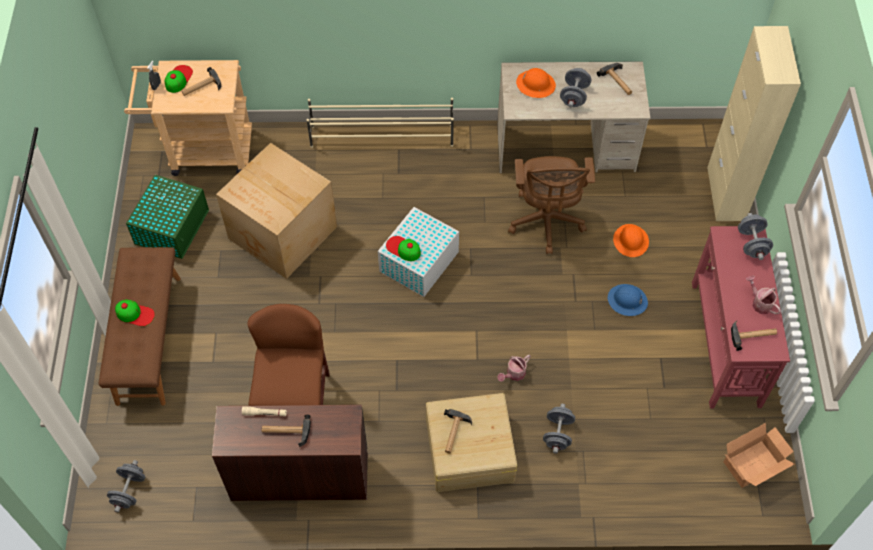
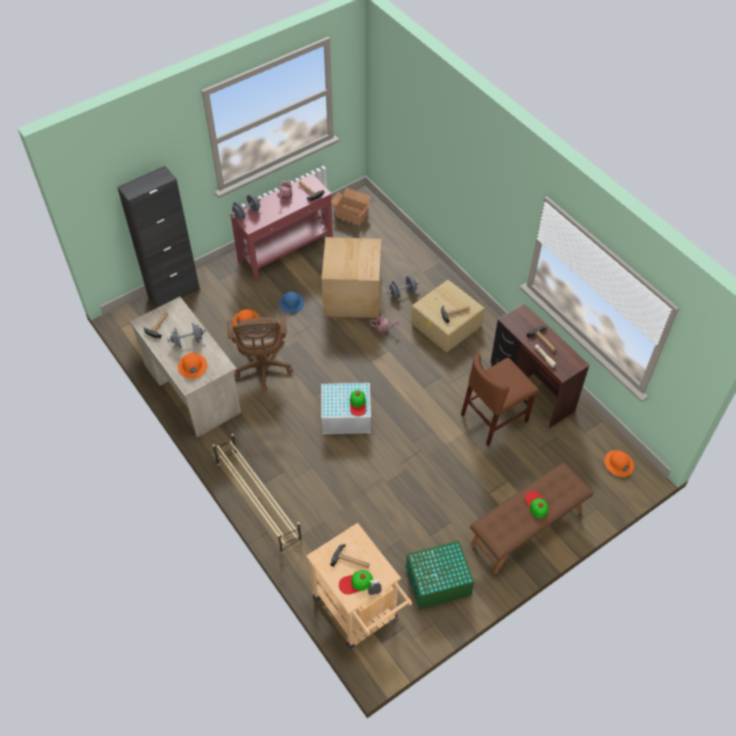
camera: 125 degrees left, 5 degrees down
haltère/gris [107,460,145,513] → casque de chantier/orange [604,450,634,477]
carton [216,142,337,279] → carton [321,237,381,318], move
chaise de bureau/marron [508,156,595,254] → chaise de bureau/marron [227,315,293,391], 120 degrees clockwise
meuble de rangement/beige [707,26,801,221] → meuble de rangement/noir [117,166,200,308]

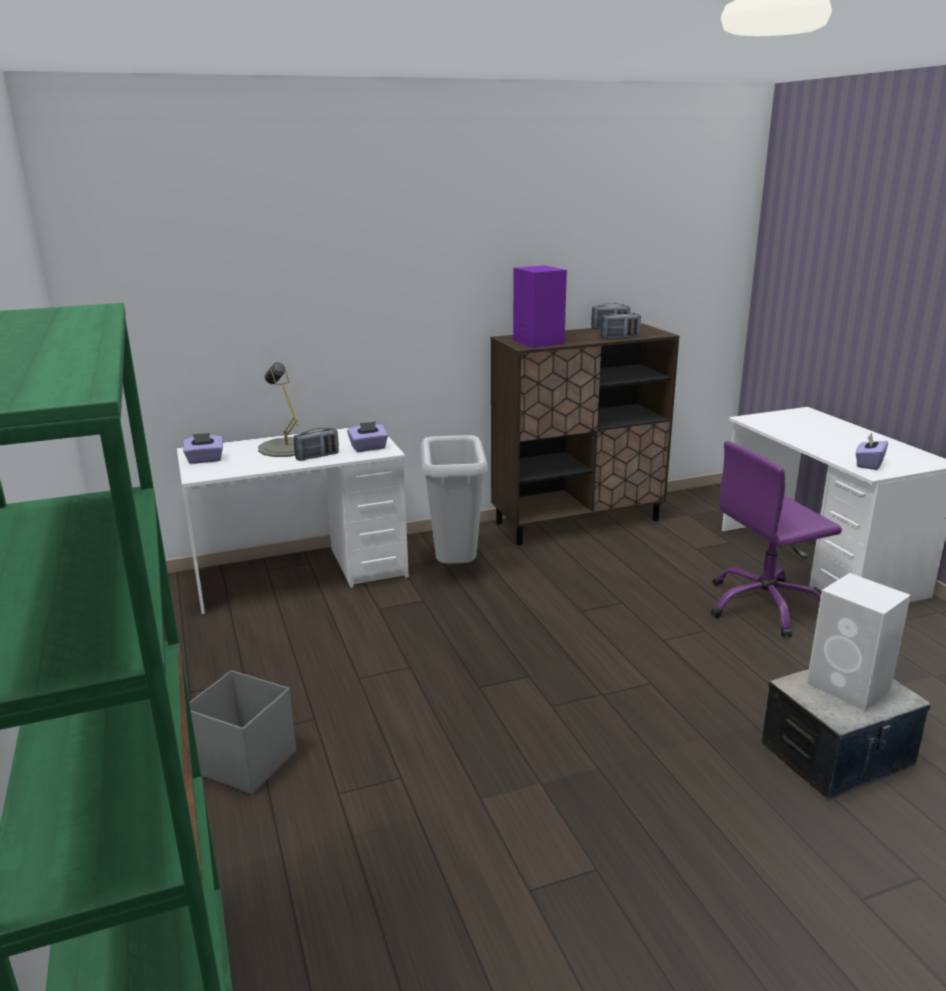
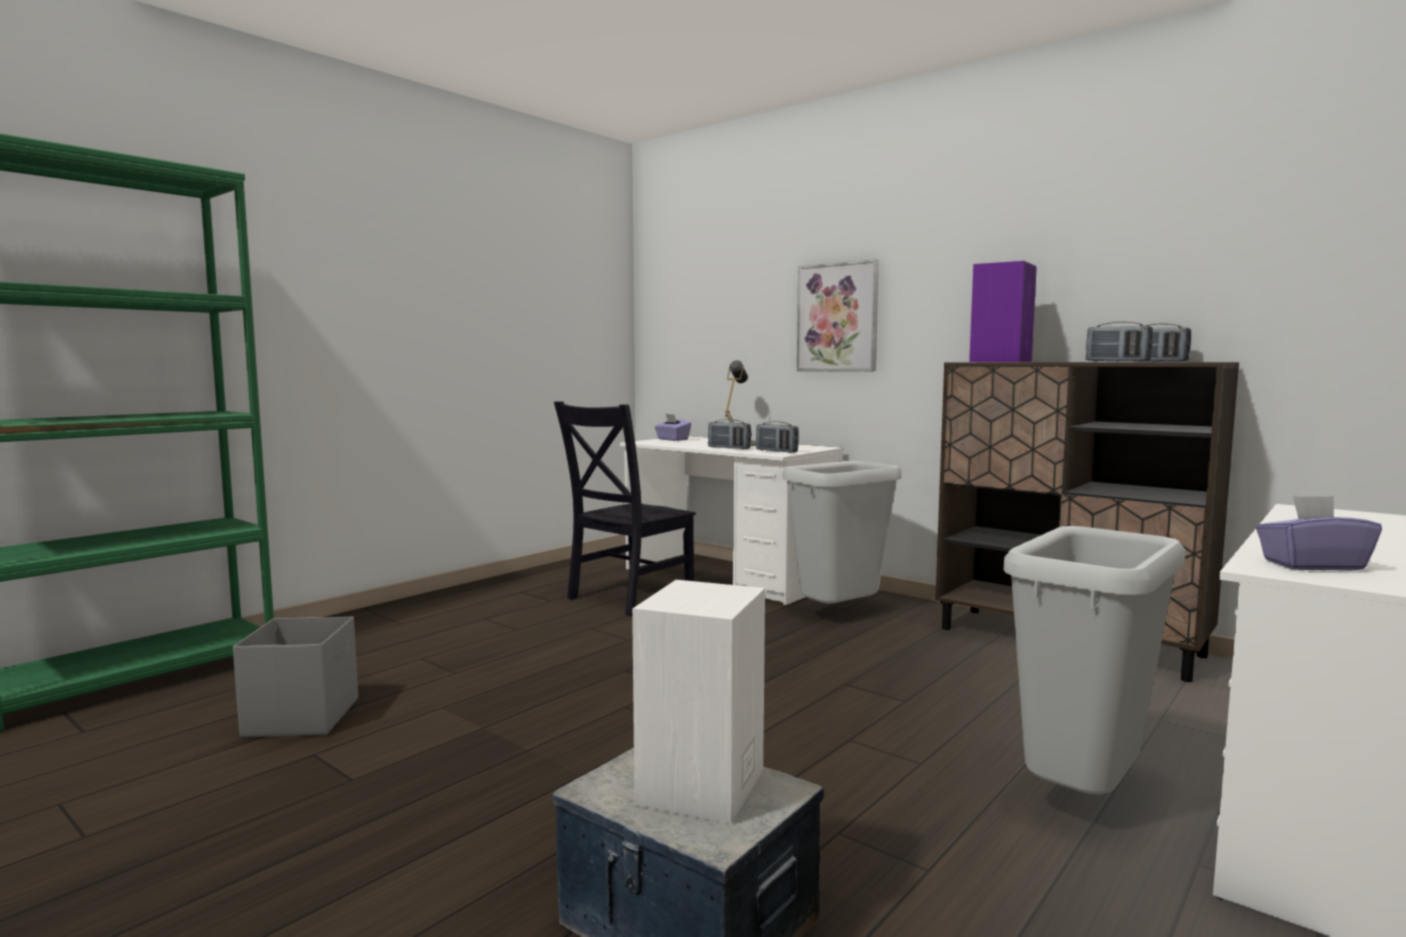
camera: 60 degrees right, 15 degrees down
boîte de rangement/gris [189,670,296,795] → boîte de rangement/gris [233,616,358,738], move
boîte à mouchoirs/violet [347,421,388,452] → radio [756,421,799,453]
chaise de bureau/violet [711,441,842,637] → poubelle/gris [1003,526,1186,795]
- → chaise/noir [554,402,696,616]
- → tableau [797,260,879,372]

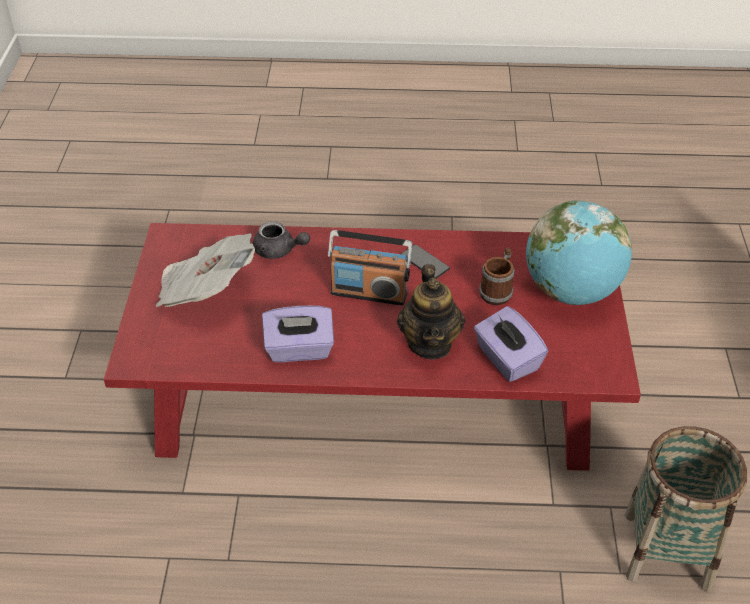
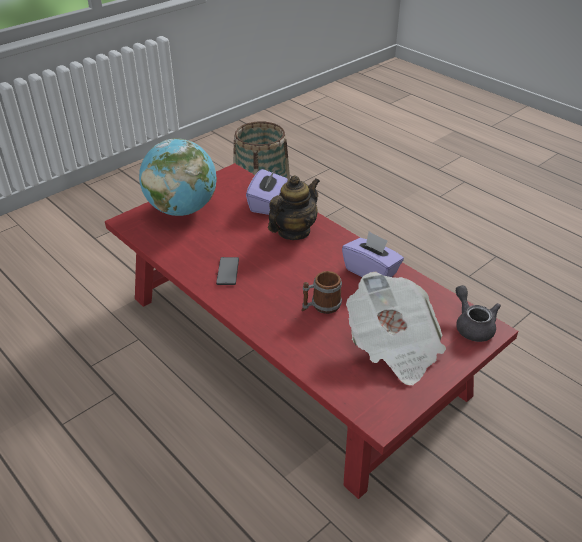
camera: 135 degrees left, 5 degrees down
théière/gris [253,221,310,259] → théière/gris [456,285,501,342], move
radio [328,230,412,305] → -
mug [479,248,515,305] → mug [302,271,342,314], move

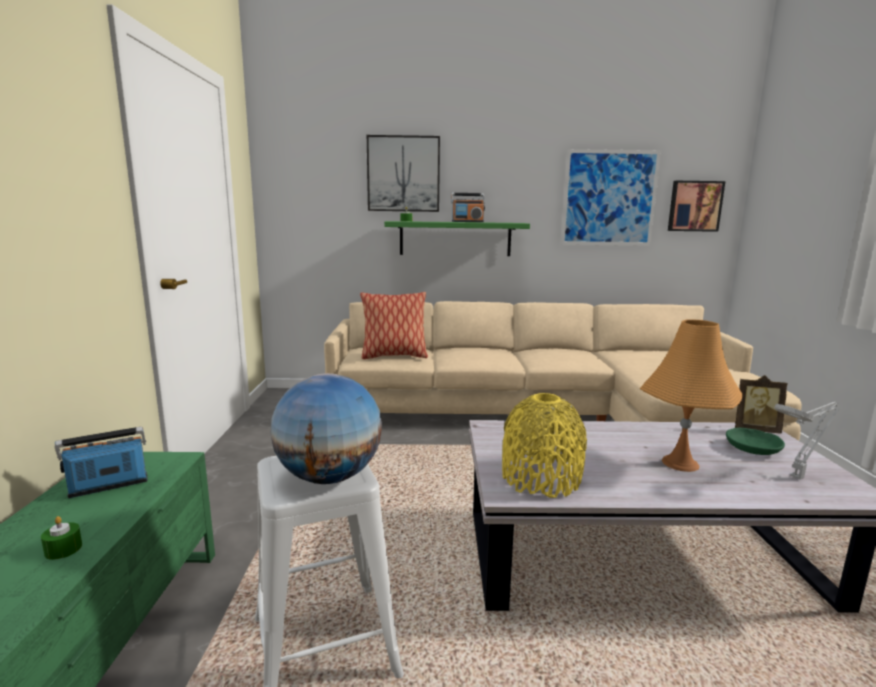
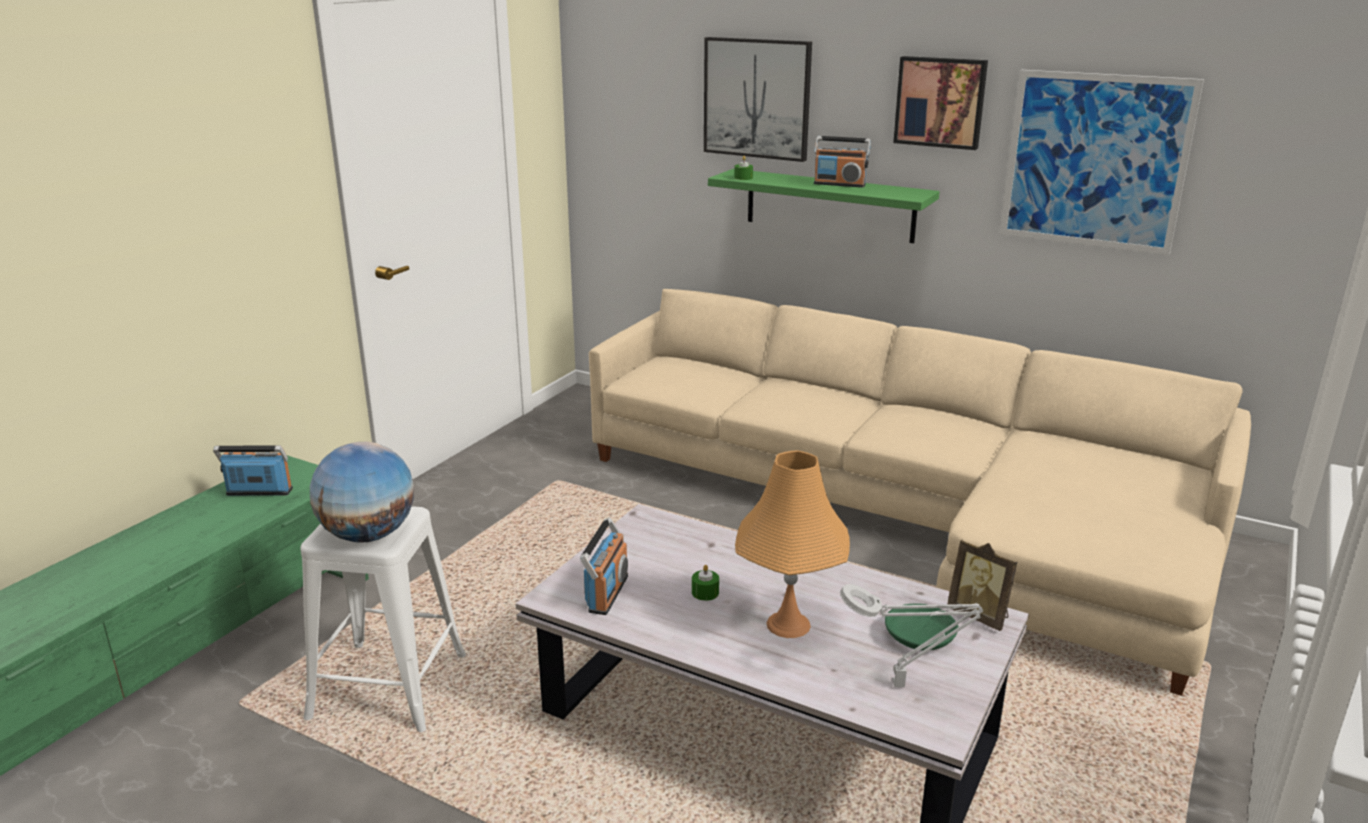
camera: 30 degrees right, 10 degrees up
bougie/vert [41,516,82,560] → bougie/vert [692,565,719,601], move
coussin [360,292,428,359] → -
vase/jaune [502,393,587,498] → radio [580,517,628,615]
tableau [668,181,725,232] → tableau [893,56,988,150], move

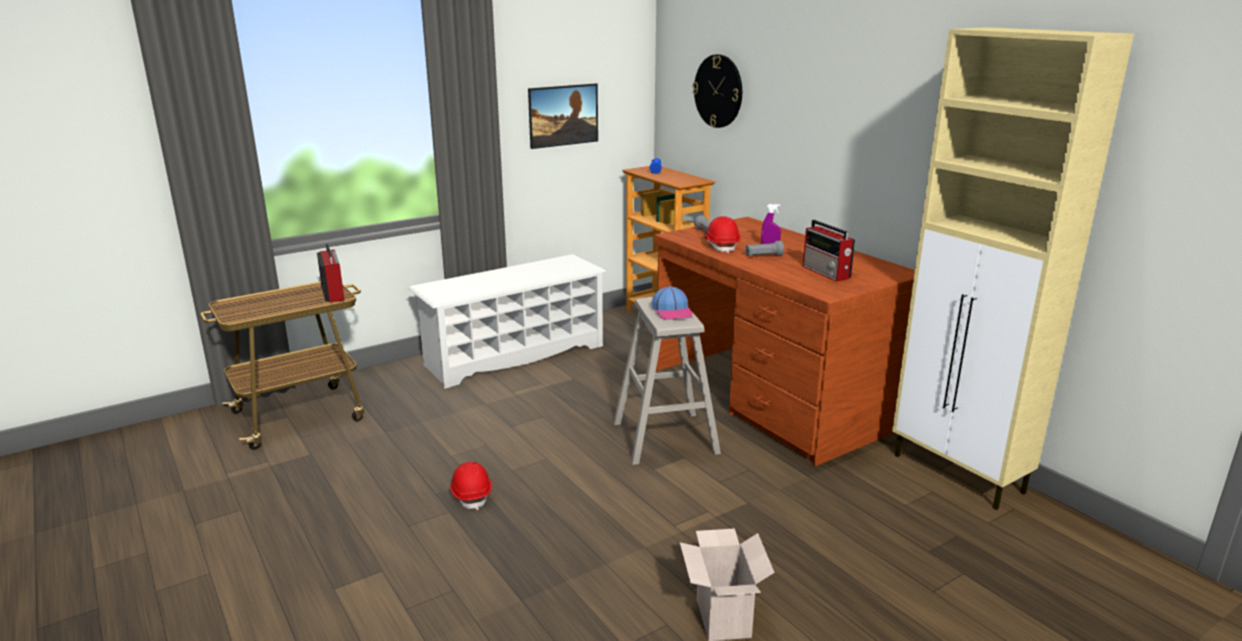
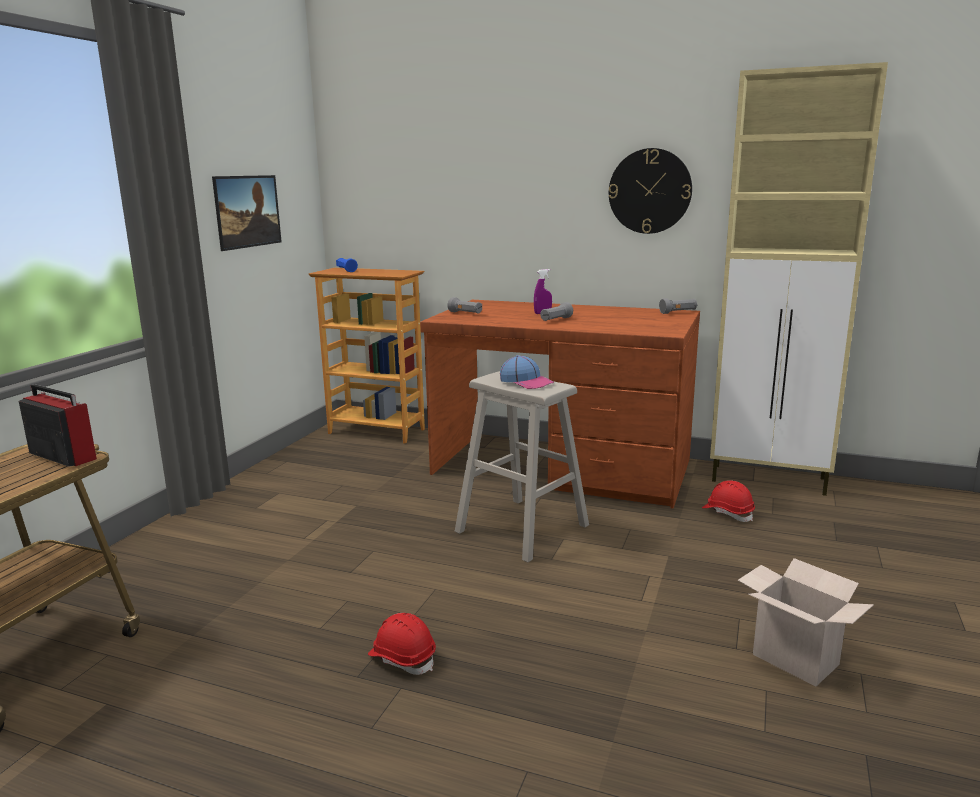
camera: 35 degrees left, 5 degrees down
étagère à chaussures/blanc [408,254,606,389] → -
horloge murale [692,54,742,128] → horloge murale [609,148,692,234], move
casque de chantier/rouge [705,216,741,253] → casque de chantier/rouge [702,480,755,522], move
radio [803,220,855,282] → -
- → lampe de poche/gris [659,298,697,314]

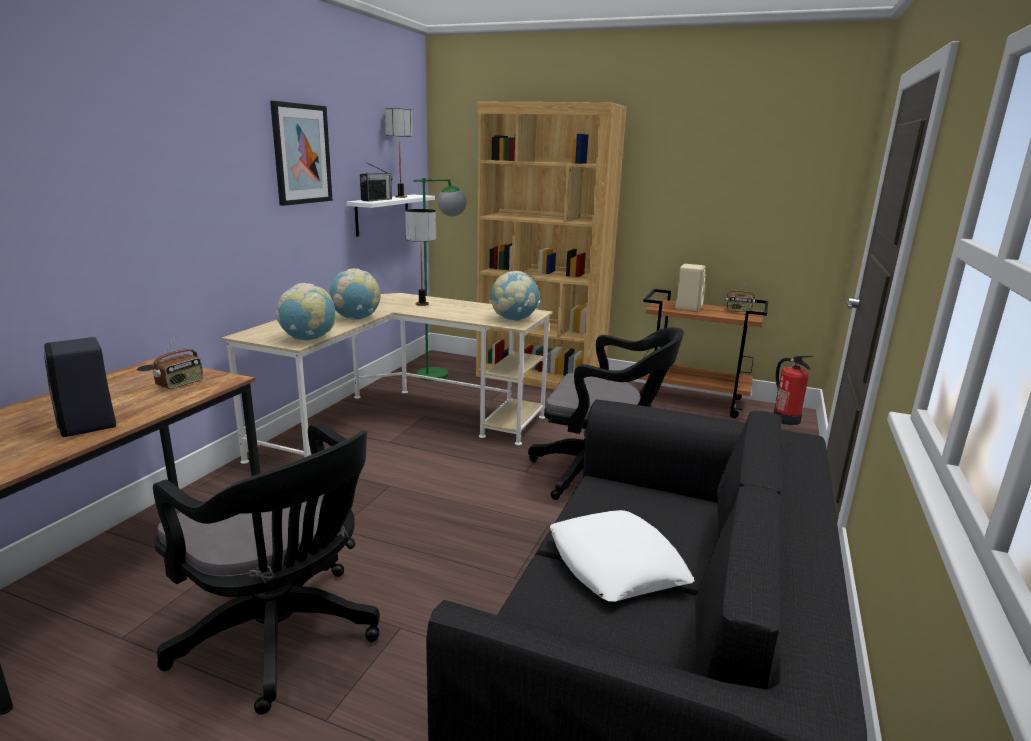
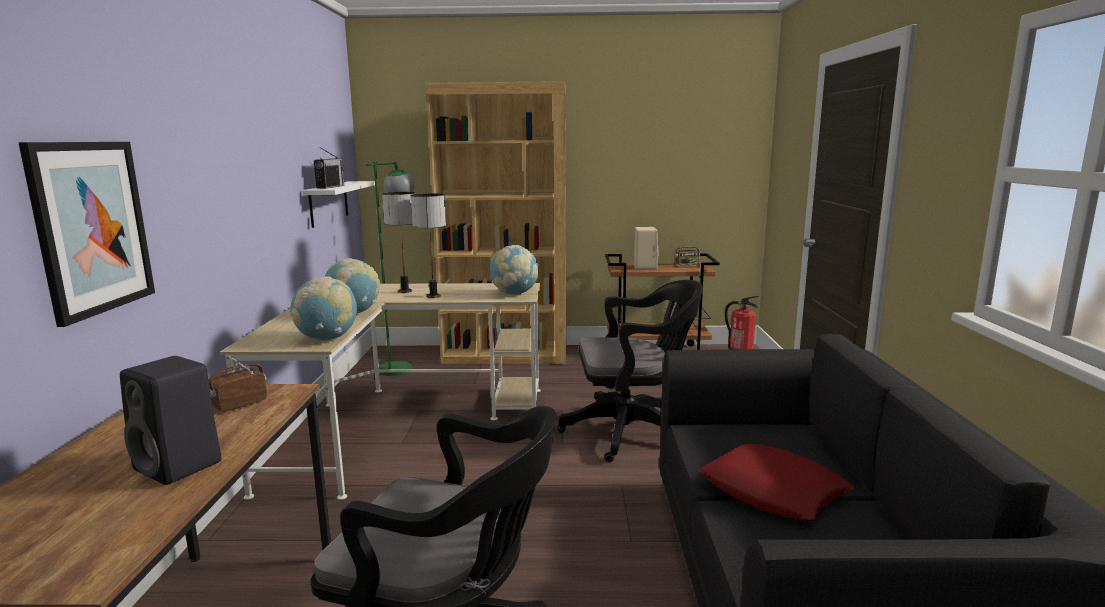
camera: 20 degrees left, 5 degrees down
radio [152,336,203,389] → radio [209,354,267,412], 150 degrees counterclockwise
tableau [270,101,332,206] → tableau [19,142,155,327], move
lampe de table [385,108,413,198] → lampe de table [411,193,446,298], move
coussin/blanc [550,510,695,602] → coussin/rouge [699,444,854,520]

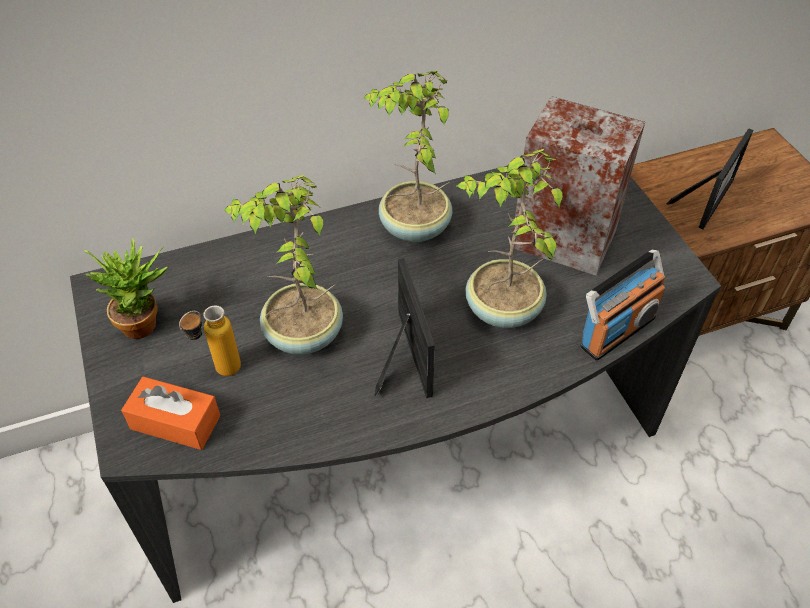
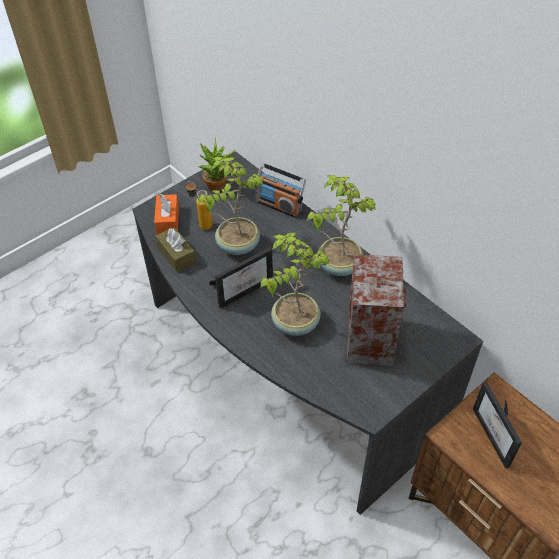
camera: 70 degrees right, 0 degrees up
radio [580,249,665,361] → radio [257,163,306,218], move
cadre photo [666,128,753,229] → cadre photo [473,381,522,469], 60 degrees clockwise
- → boîte à mouchoirs/marron [156,227,196,272]

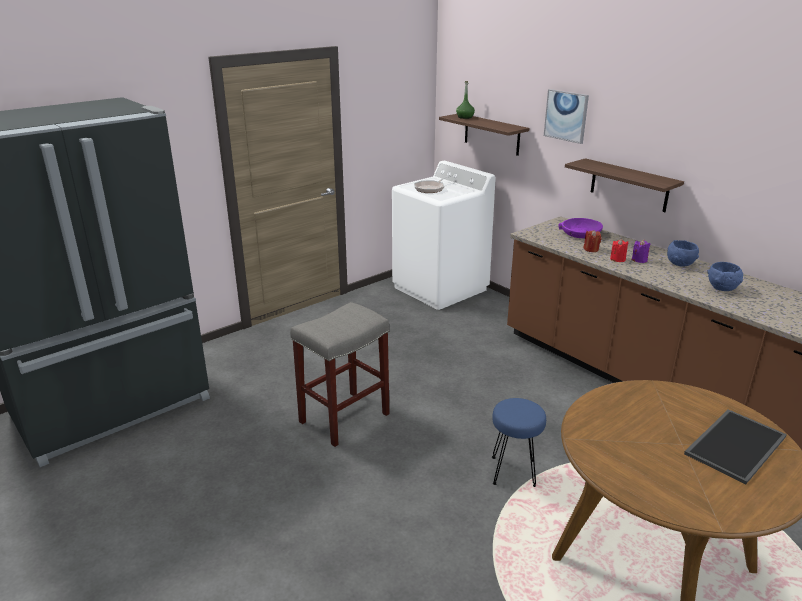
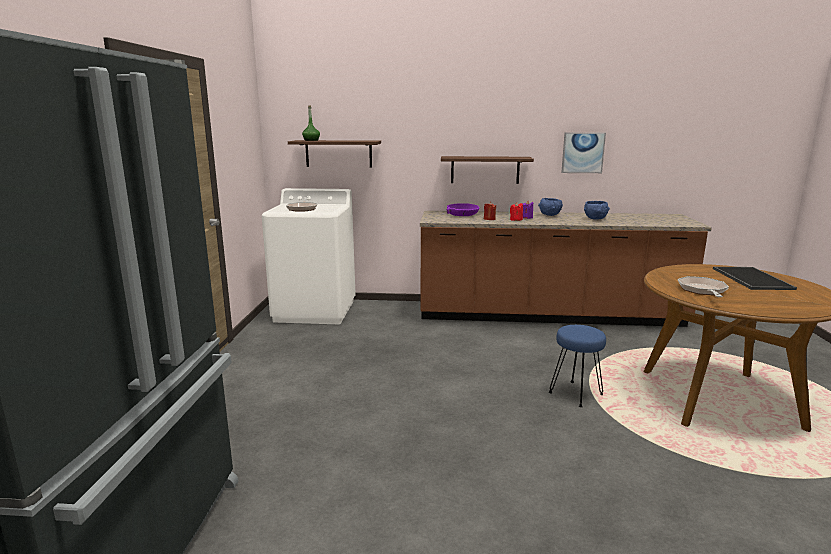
camera: 45 degrees left, 10 degrees down
tabouret/gris [290,302,389,447] → -
tableau [544,89,589,144] → tableau [561,132,606,173], move
- → poêle [678,276,729,297]

